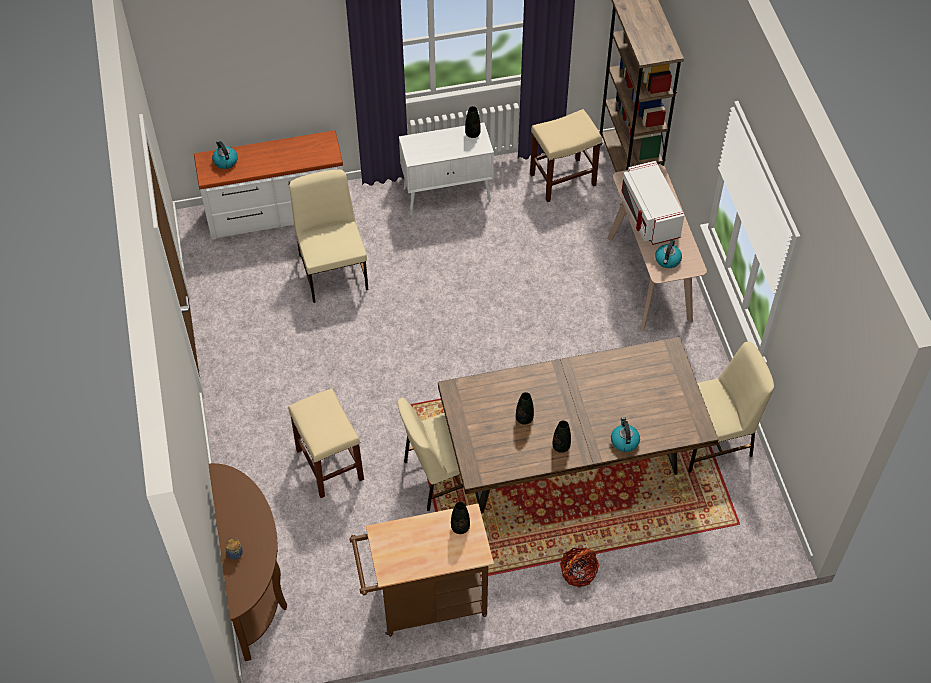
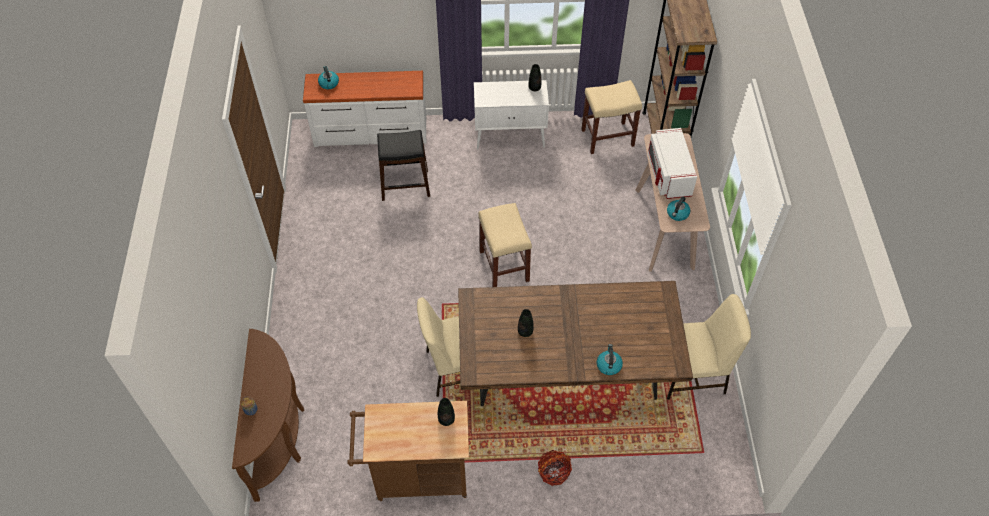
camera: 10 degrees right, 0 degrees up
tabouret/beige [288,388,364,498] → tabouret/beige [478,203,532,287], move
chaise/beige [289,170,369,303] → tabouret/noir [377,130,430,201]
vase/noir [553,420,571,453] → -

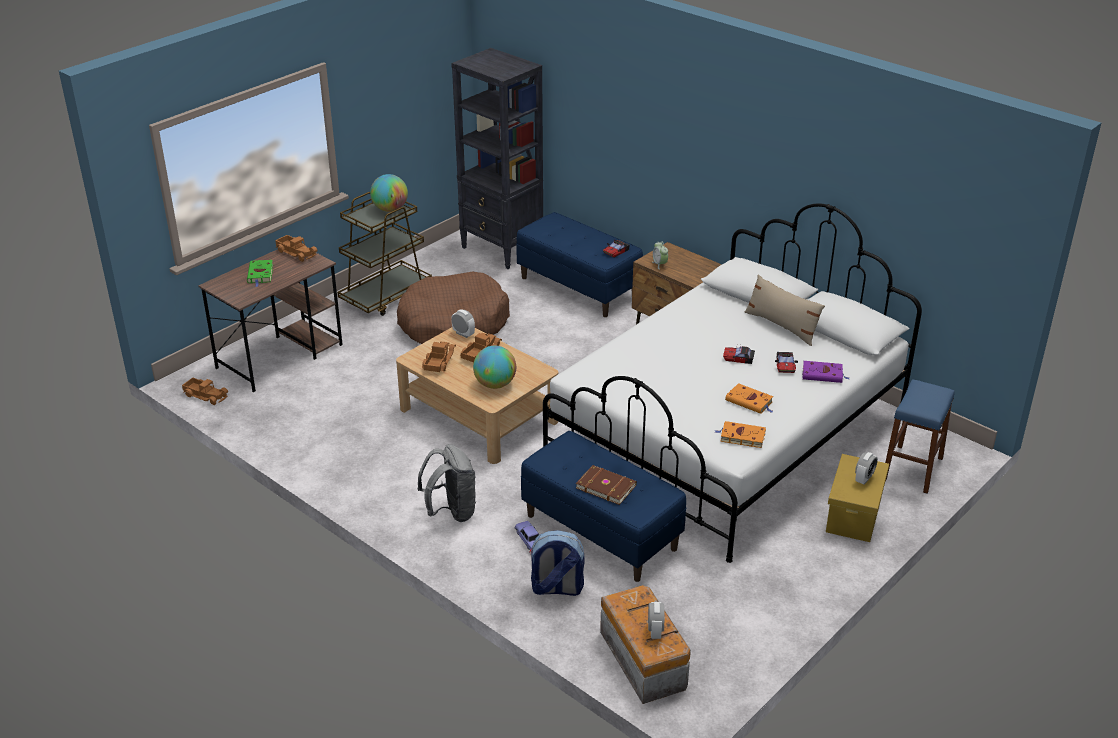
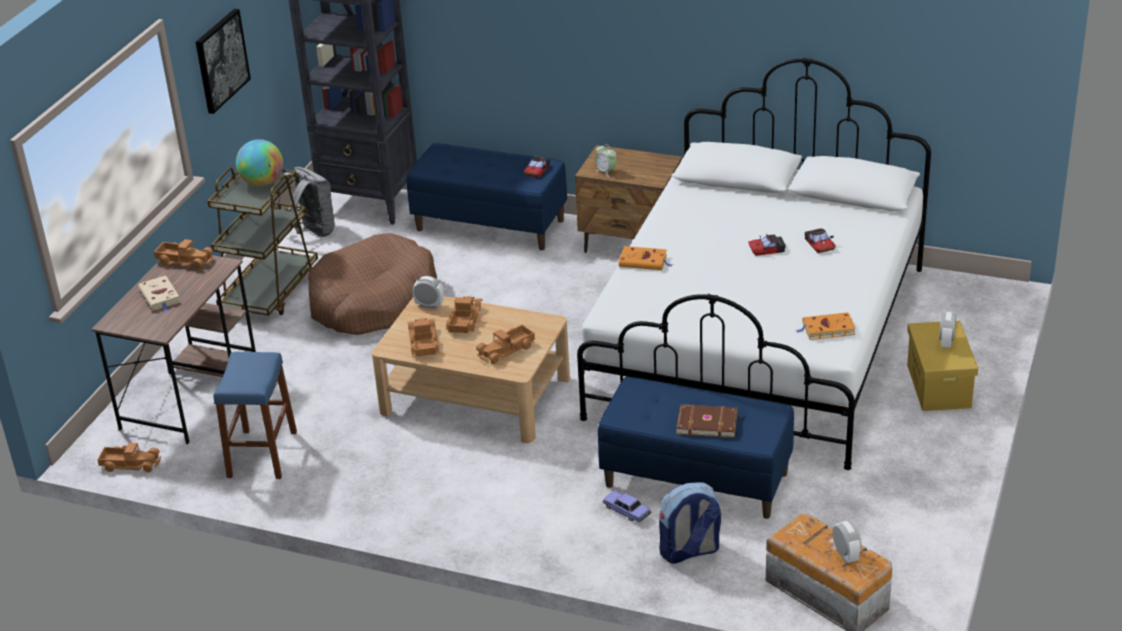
camera: 20 degrees left, 0 degrees up
livre/vert [247,260,273,287] → livre/beige [138,275,180,313]
sac à dos/gris [417,444,477,522] → sac à dos/gris [275,167,335,237], move
globe [473,346,516,389] → camion jouet [476,324,535,364]
livre/orange [725,383,773,414] → livre/orange [619,246,673,270], move
coussin/beige [745,274,825,346] → -
livre/violet [802,361,850,383] → -
tabouret/bleu [885,379,955,494] → tabouret/bleu [214,352,297,479], move
- → tableau [196,9,251,114]

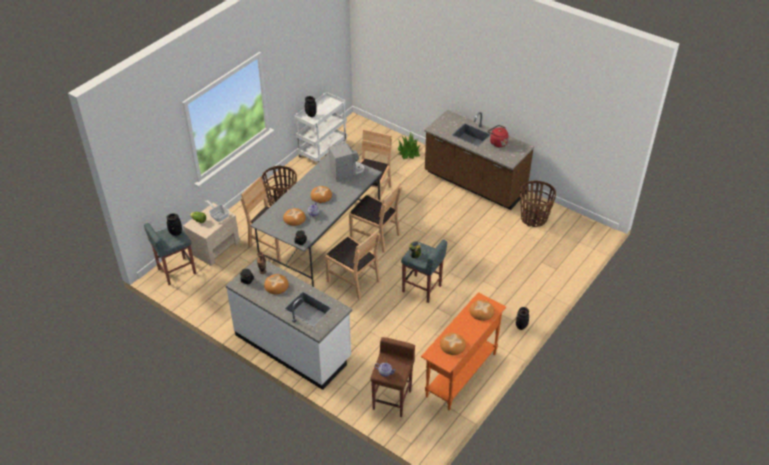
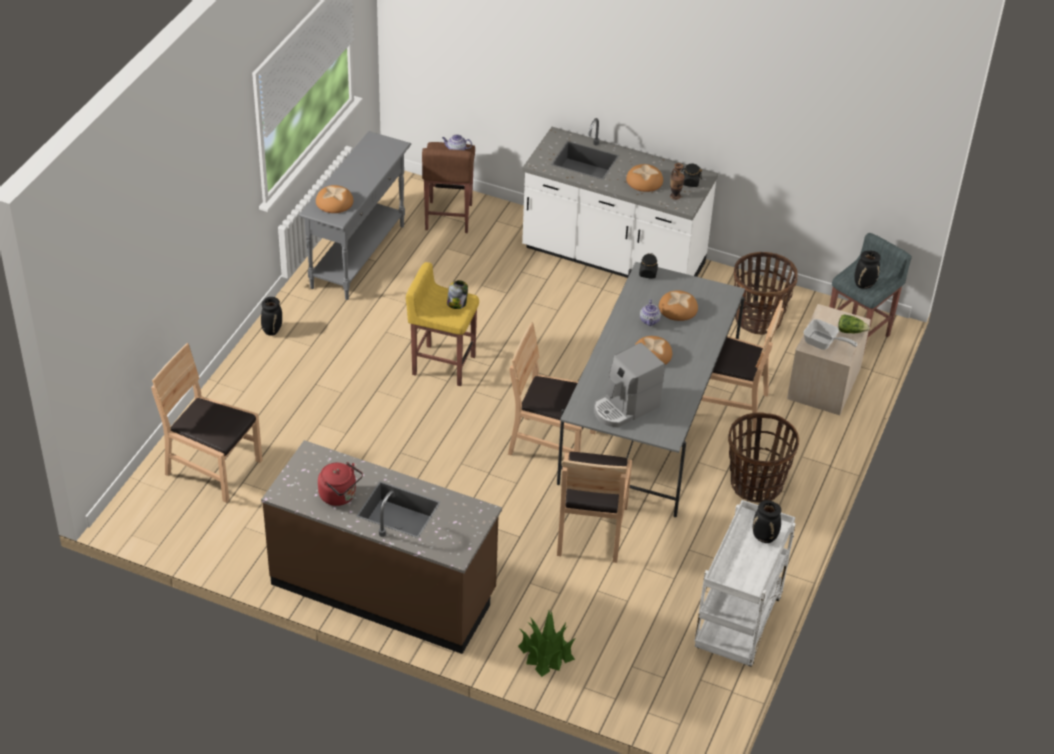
camera: 165 degrees right, 0 degrees up
chaise/marron [325,228,380,300] → chaise/marron [151,343,263,503], move
tabouret/gris [401,239,447,303] → tabouret/jaune [406,262,479,386]
table console/orange [421,292,506,411] → table console/gris [299,131,411,300]
pain [440,333,466,355] → -
panier [520,181,556,227] → panier [734,252,798,335], move

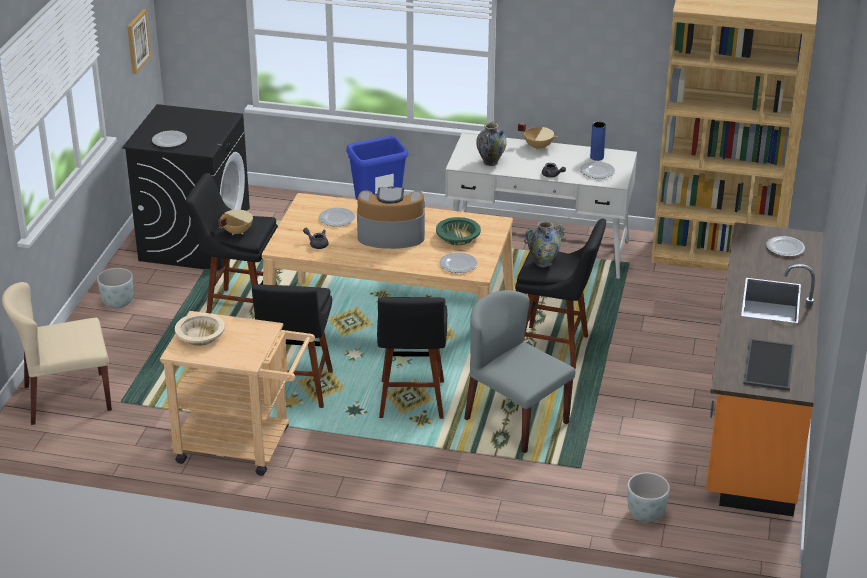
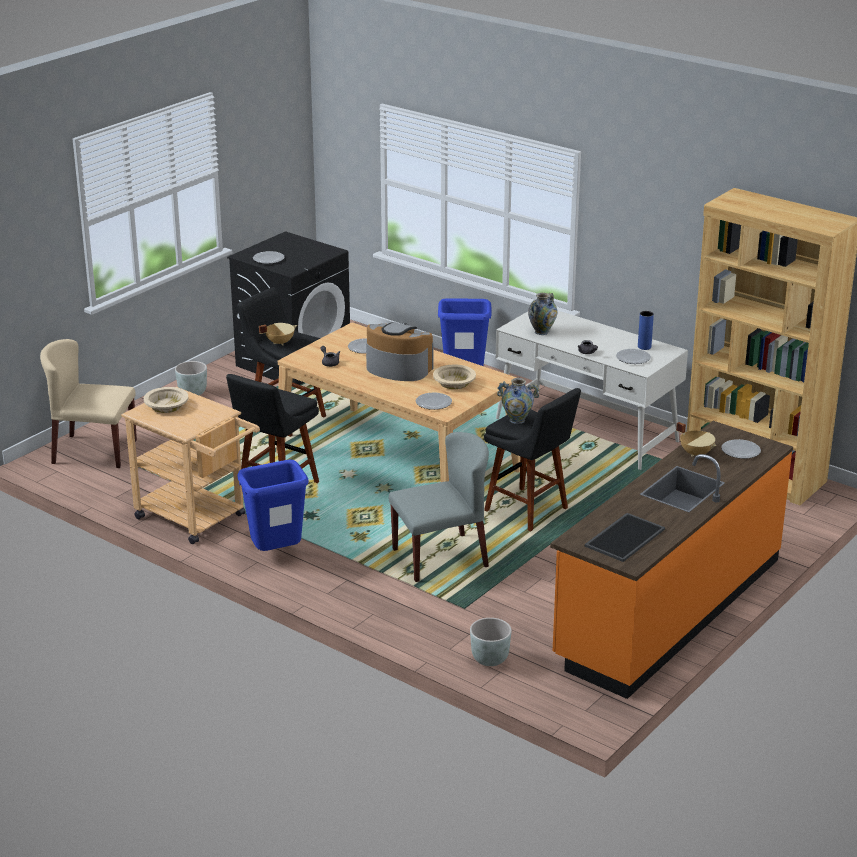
camera: 25 degrees right, 5 degrees down
tableau [127,9,151,74] → -
tabouret/noir [377,297,447,419] → -
bol/vert [436,217,481,245] → bol/beige [433,365,476,389]
chaise/gris [464,290,575,453] → chaise/gris [389,432,489,582], 90 degrees clockwise
marmite/beige [518,123,558,150] → marmite/beige [676,422,716,457], move
- → poubelle/bleu [237,460,309,551]

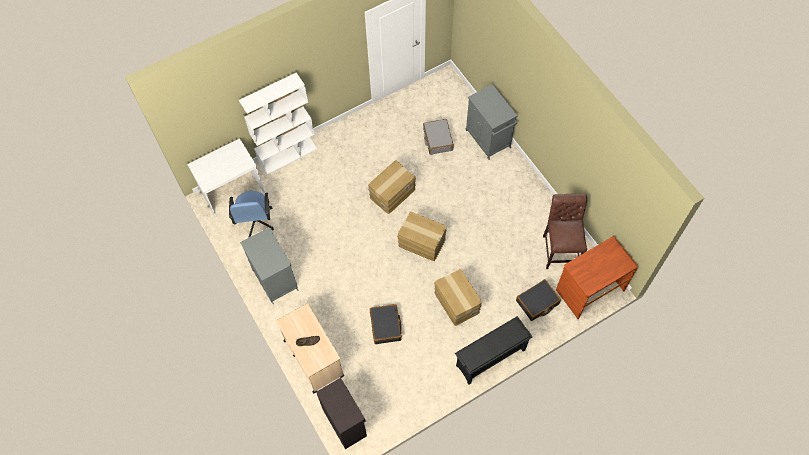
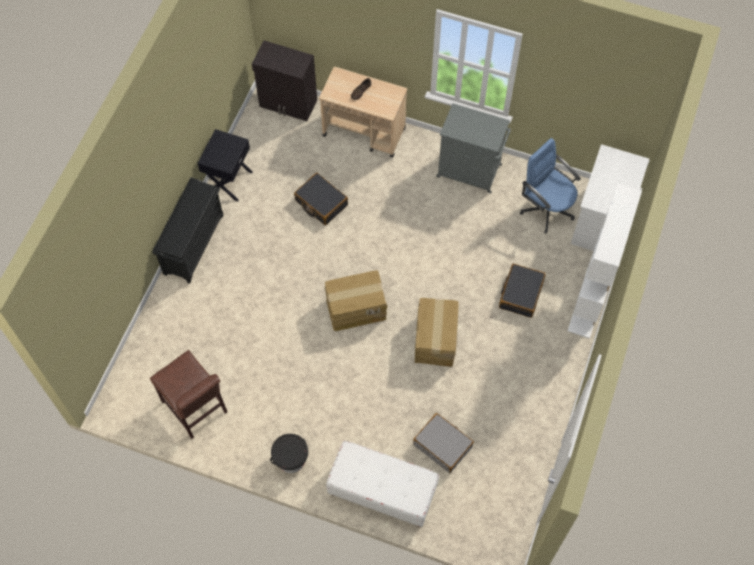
camera: 140 degrees right, 0 degrees up
carton [434,269,482,326] → -
meuble de rangement/gris [466,84,518,160] → banc/blanc [326,441,439,527]
valise/noir [516,279,561,321] → valise/noir [499,264,546,318], move
bureau/marron [556,236,638,319] → -
- → table de chevet/noir [198,129,253,201]
- → seau/noir [270,434,308,473]

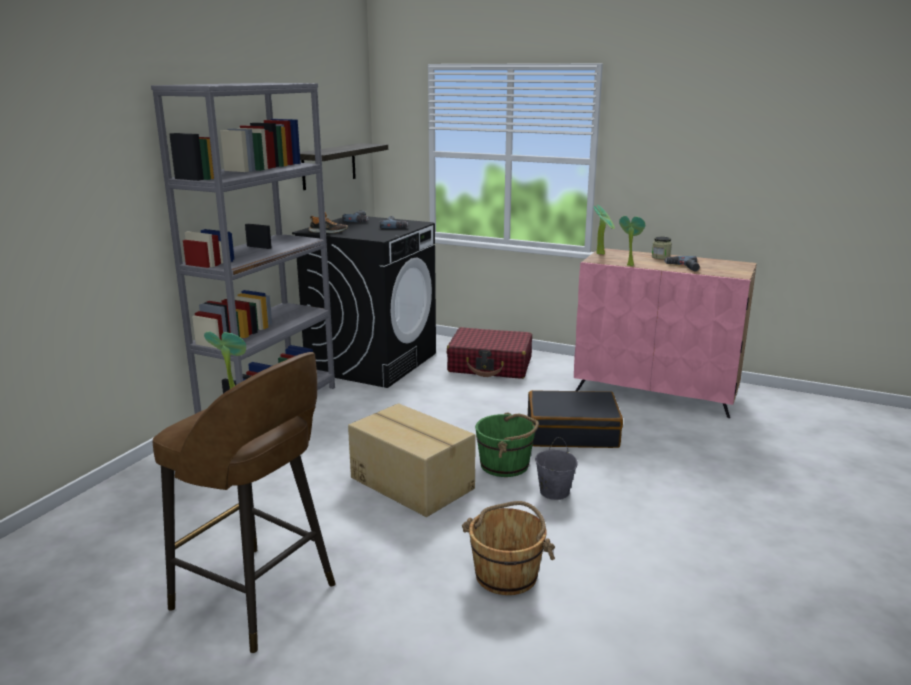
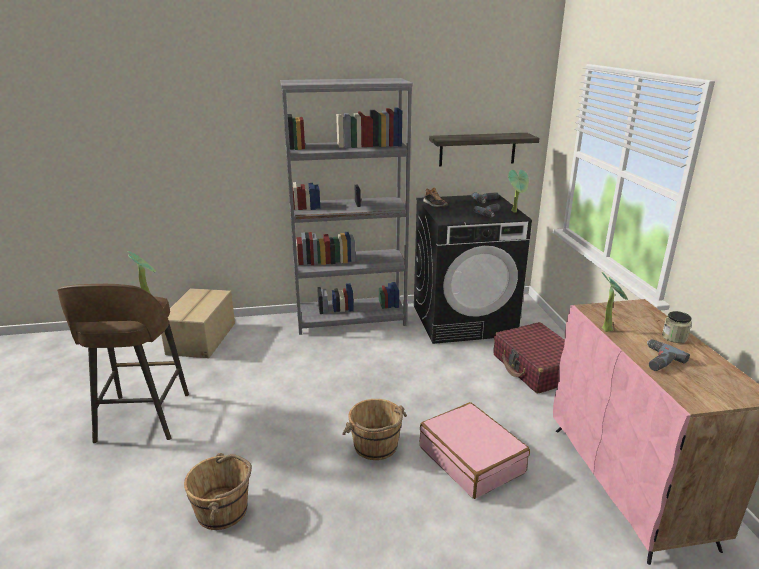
camera: 55 degrees right, 5 degrees up
carton [348,403,476,517] → carton [161,288,235,358], move
seau/vert [475,412,539,477] → seau/marron [342,399,407,460]
valise/noir [528,390,623,448] → valise/rose [420,402,530,499]
seau/gris [535,437,578,500] → -
plante en pot [593,205,615,255] → plante en pot [508,170,529,212], move

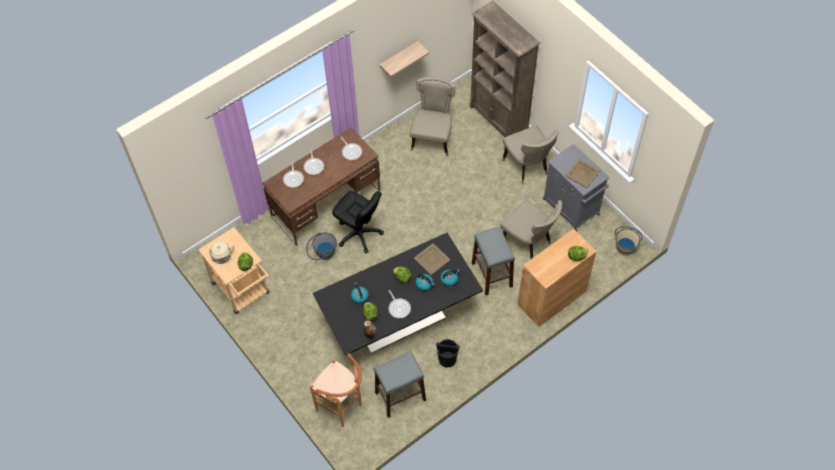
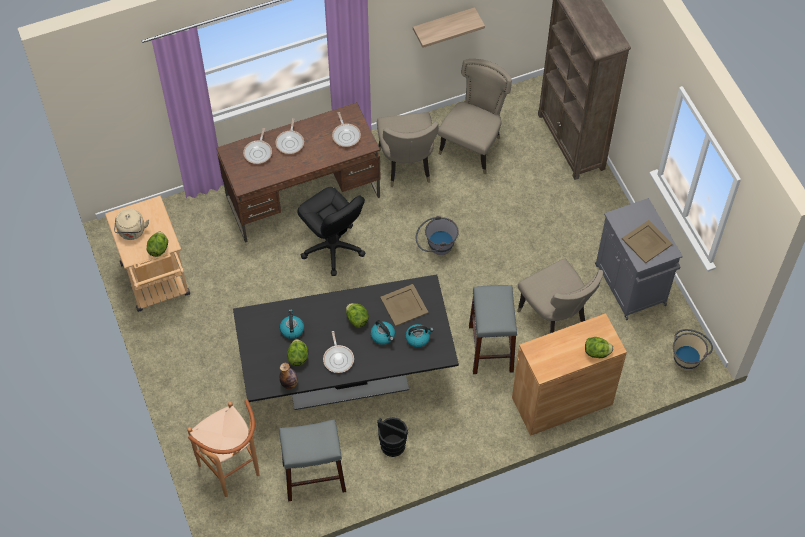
camera: 15 degrees right, 0 degrees up
seau/gris [306,232,337,260] → seau/gris [416,216,459,255], move
chaise/beige [502,125,559,184] → chaise/beige [377,112,439,187], move

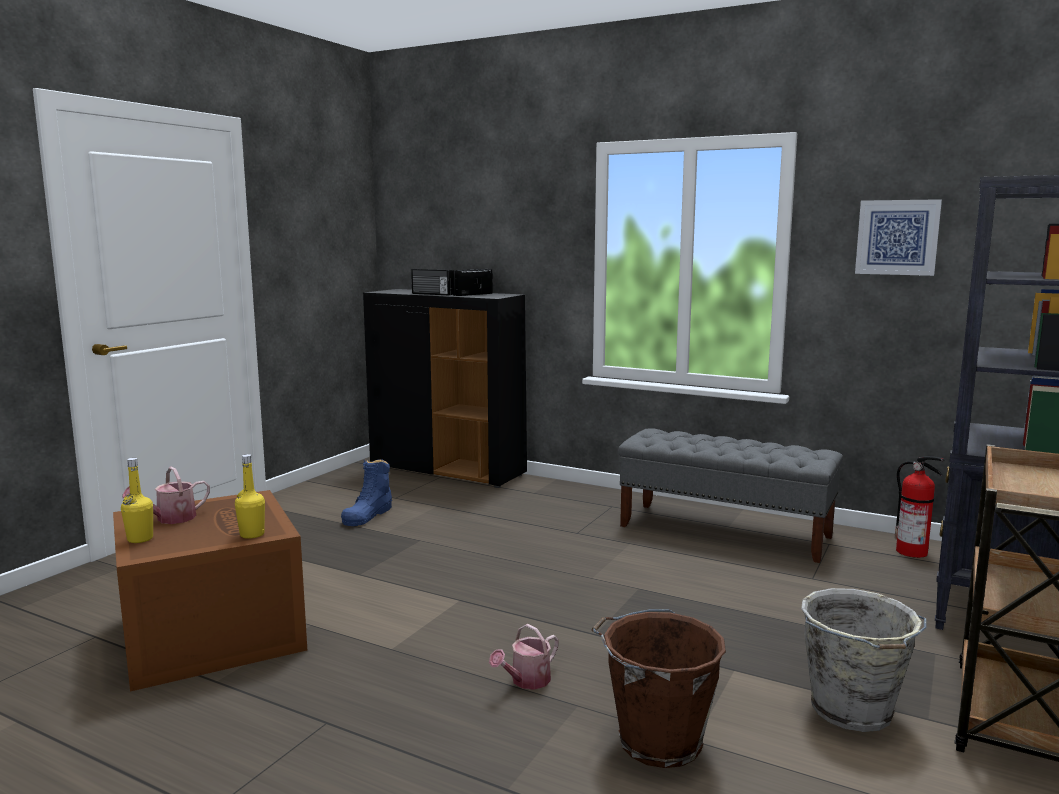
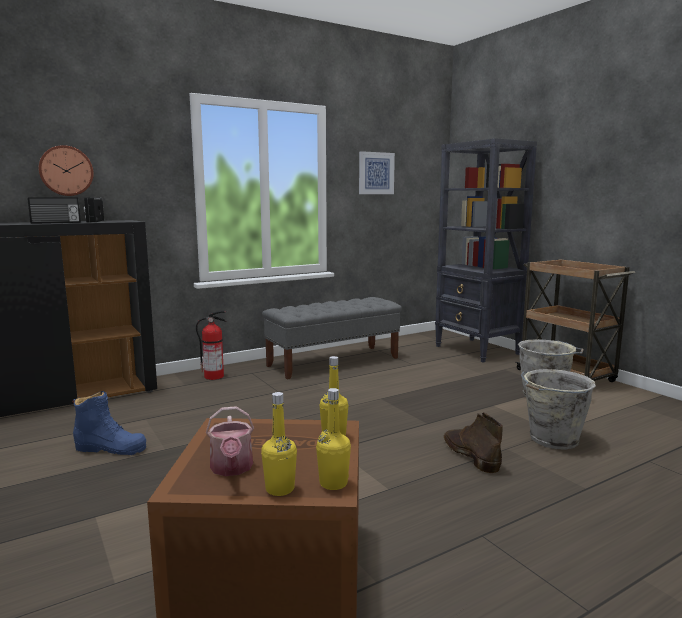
camera: 60 degrees left, 0 degrees up
botte/bleu [341,459,392,526] → botte/bleu [72,391,146,455], 45 degrees counterclockwise
arrosoir [489,624,559,690] → botte/marron [444,413,503,474]
seau/marron [592,609,726,768] → seau/gris [521,369,596,449]
extincteur [894,456,945,558] → extincteur [196,311,227,380], move
- → horloge murale [38,145,94,196]
- → bouteille/jaune [316,388,351,490]

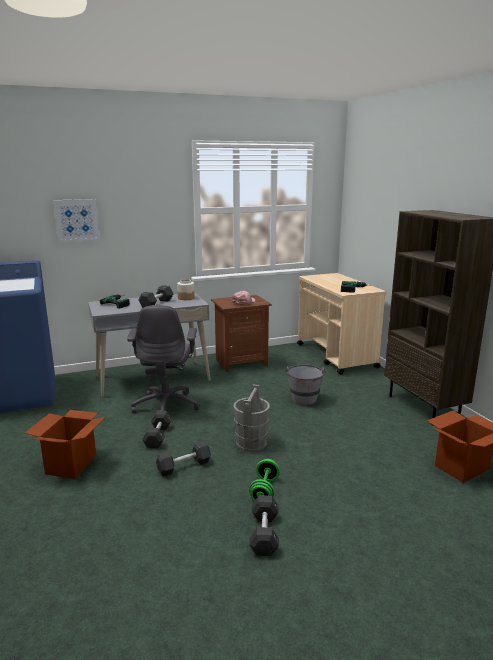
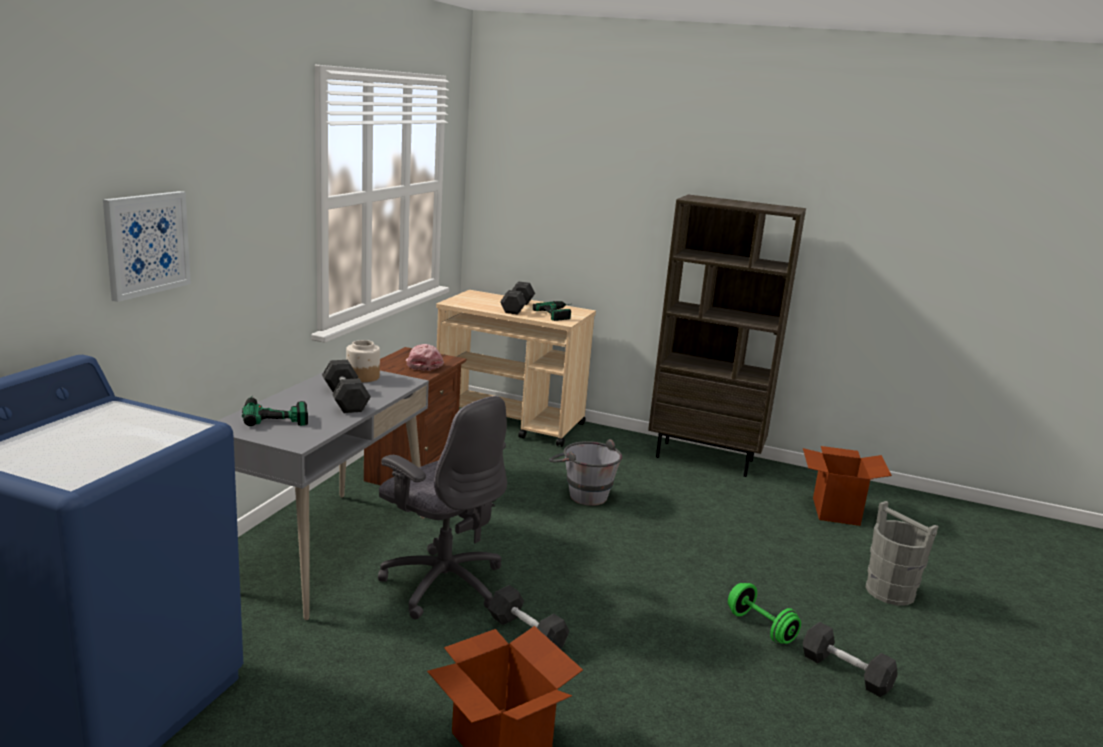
camera: 50 degrees left, 0 degrees up
haltère/gris [156,440,211,477] → haltère/gris [500,282,535,315], move
seau/gris [234,385,270,452] → seau/gris [866,501,939,606], move

